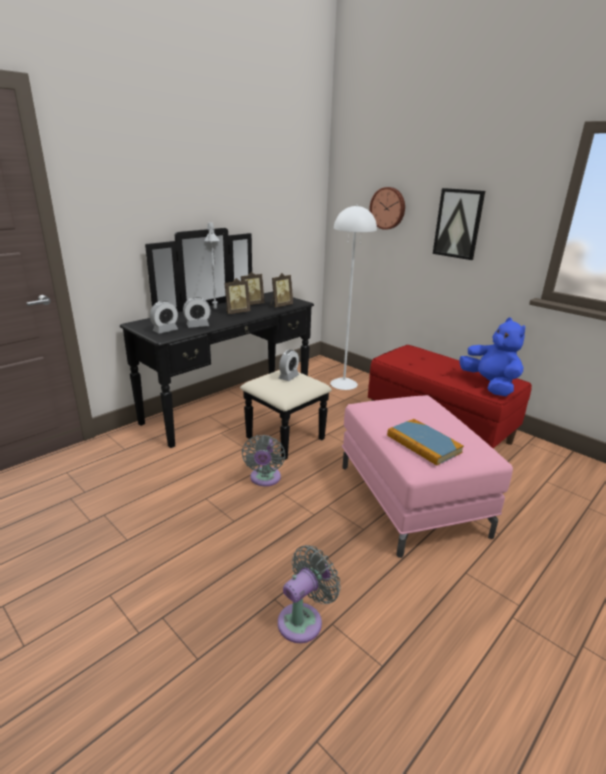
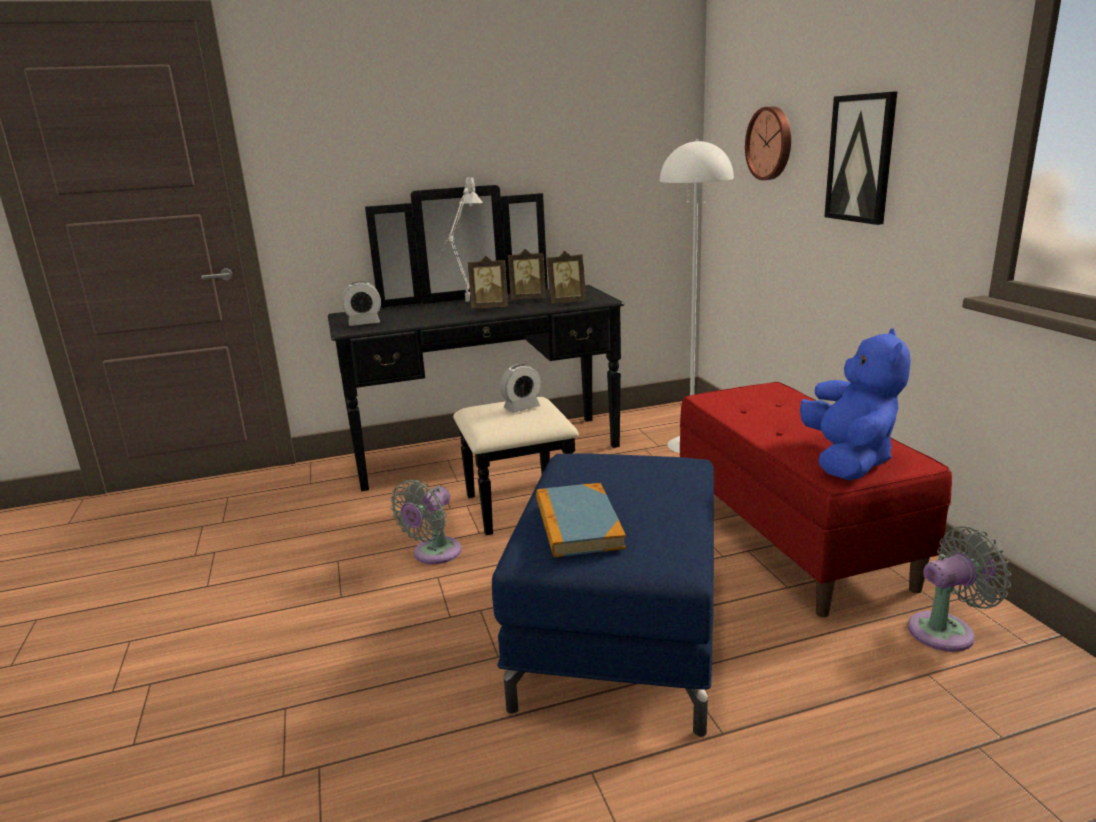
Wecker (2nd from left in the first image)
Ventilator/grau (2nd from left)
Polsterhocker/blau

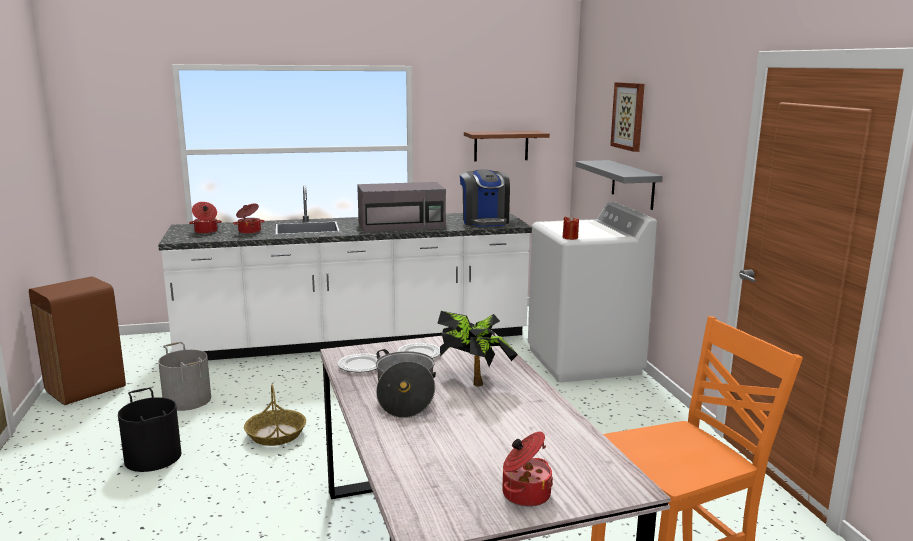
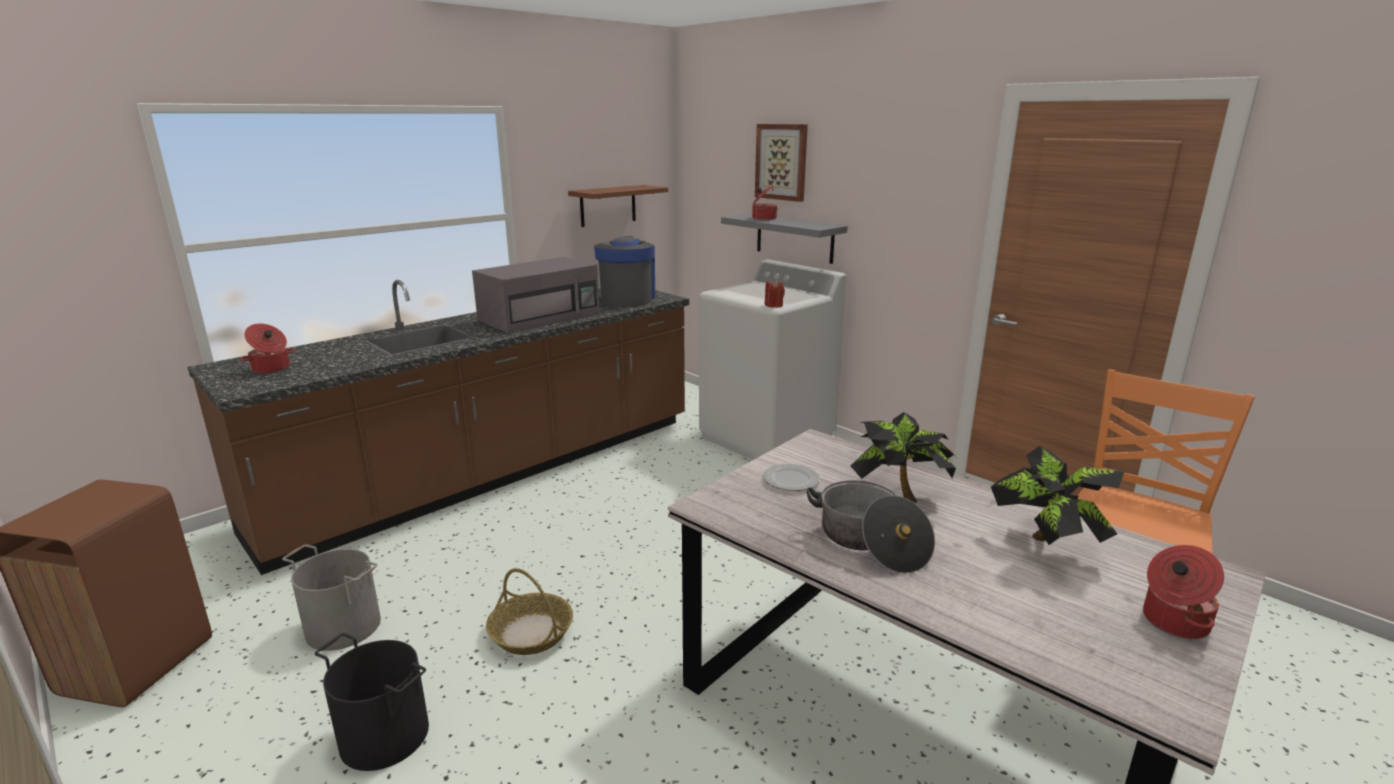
Küchenzeile/braun
Kochtopf (2nd from left)
Teller (1st from left in the first image)
Kaffeemaschine
Topfpflanze (2nd from left)

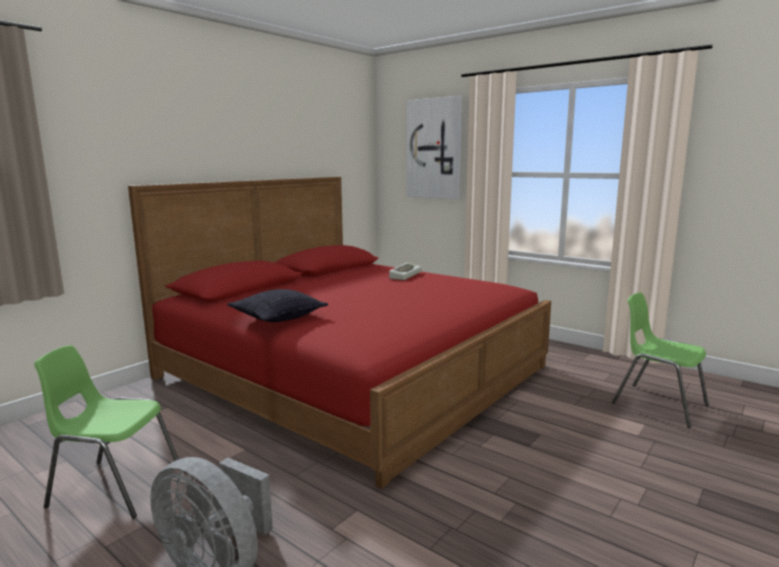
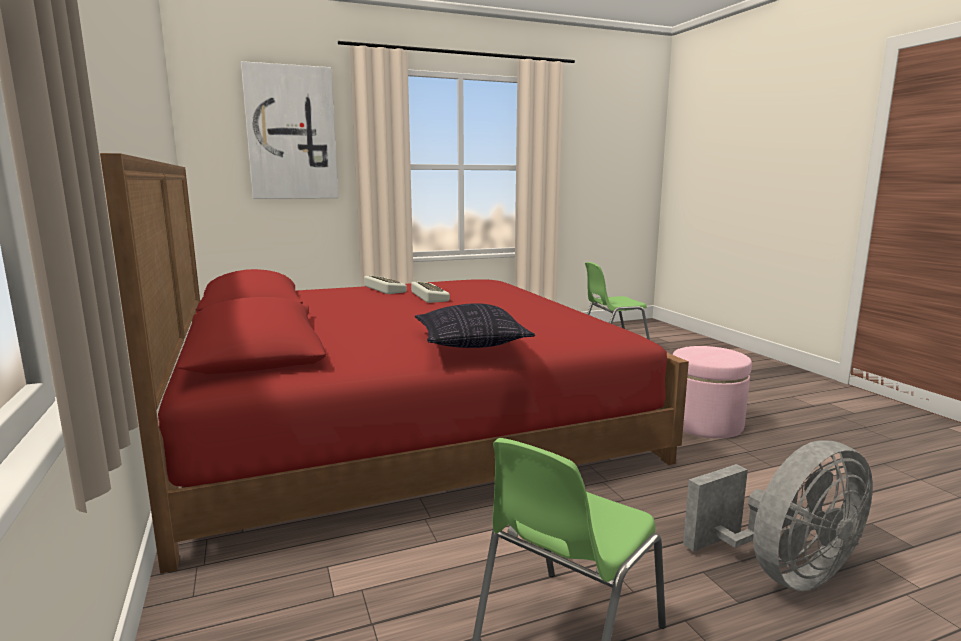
Tastatur (2nd from left)
Polsterhocker/rosa

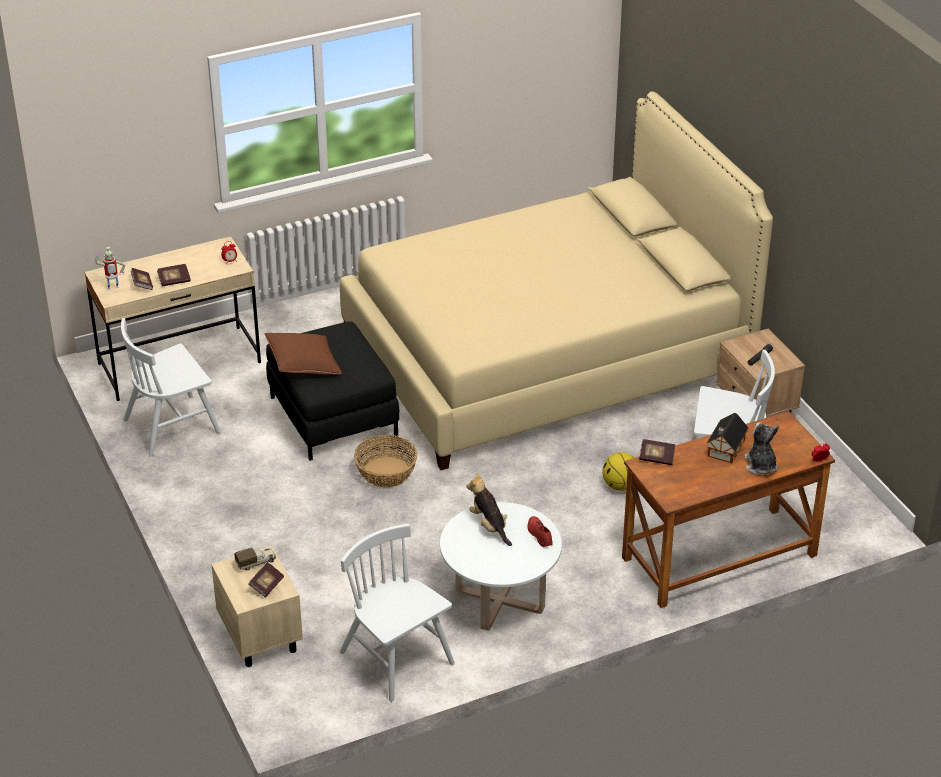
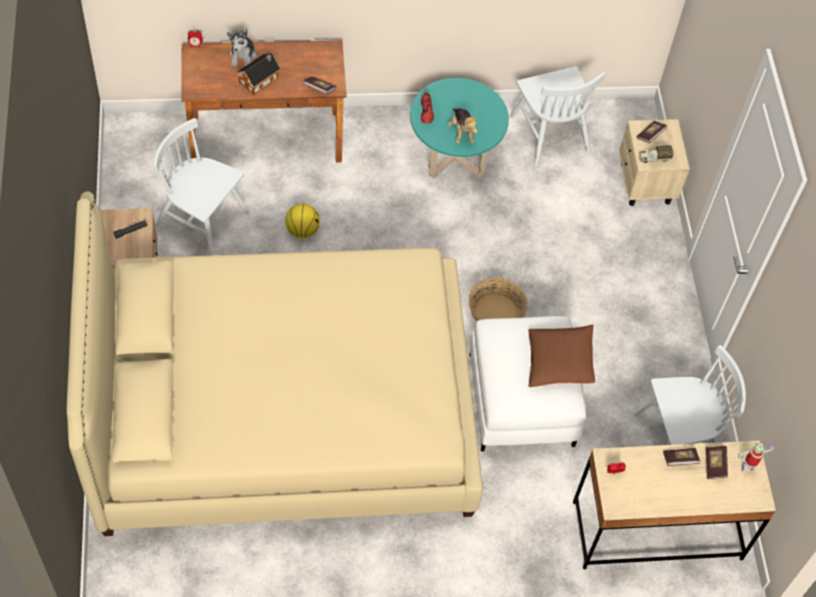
Polsterhocker/weiß
Couchtisch/türkis

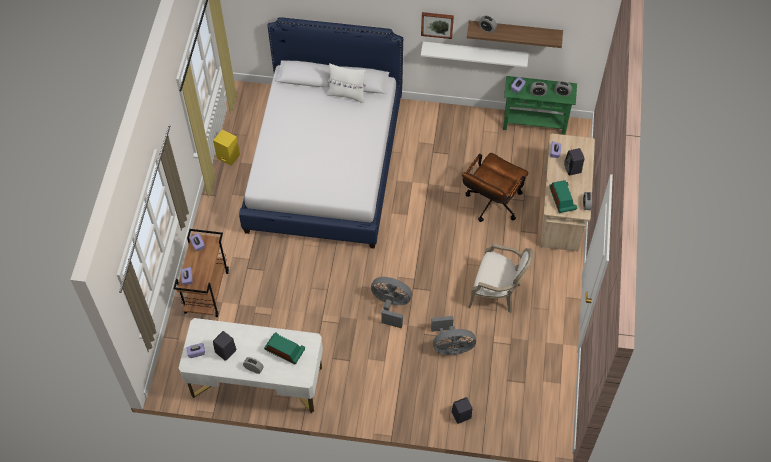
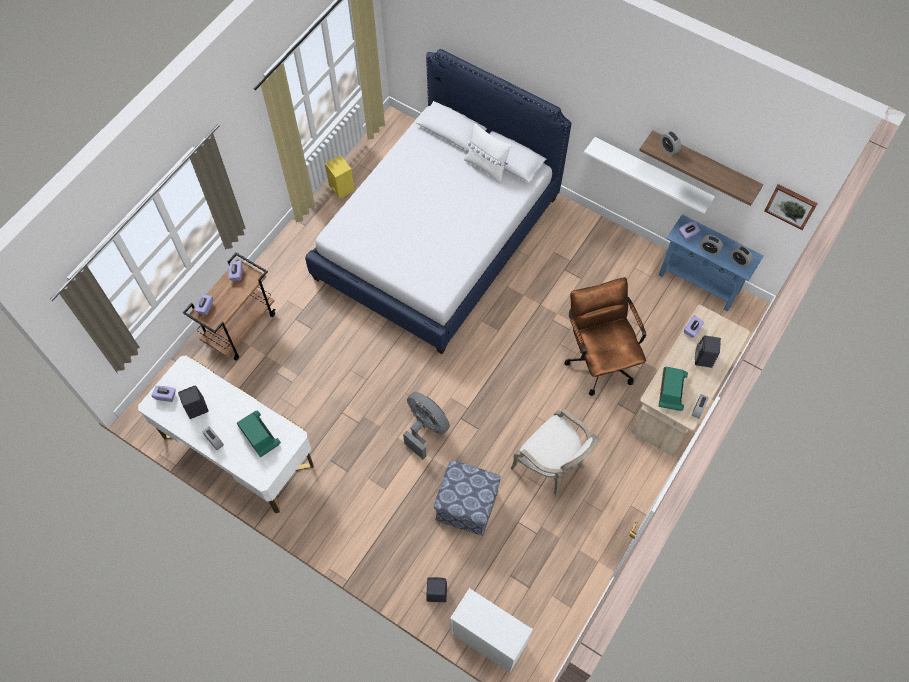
Bild
Polsterhocker
Bürostuhl/braun
Konsolentisch/blau
Kommode/weiß

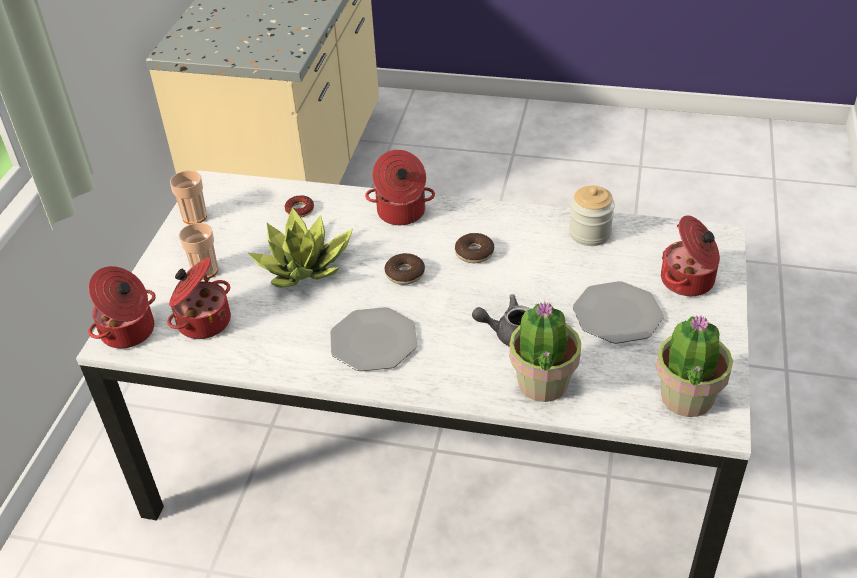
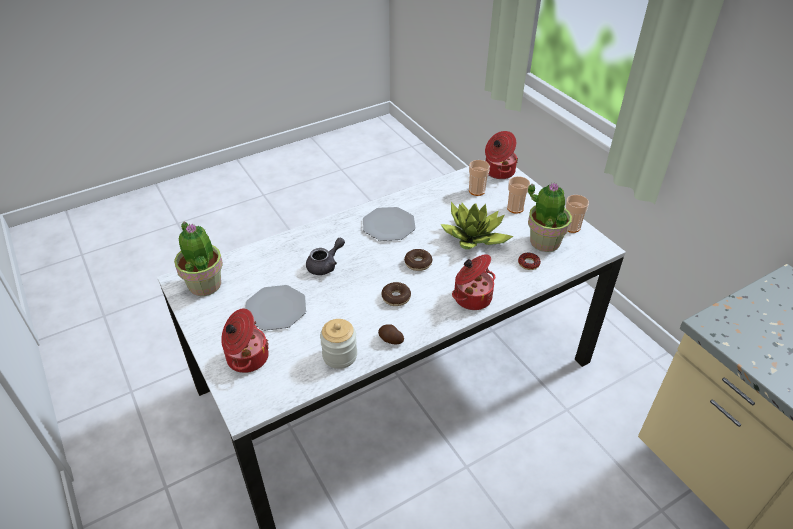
Tasse (1st from left)
Topfpflanze (3rd from left)
Kartoffel

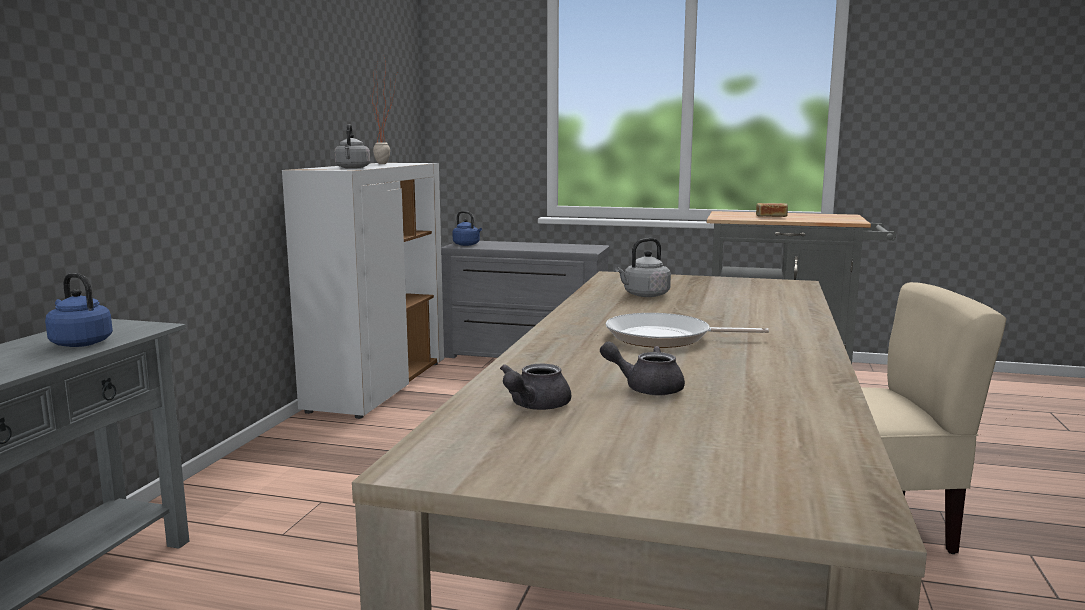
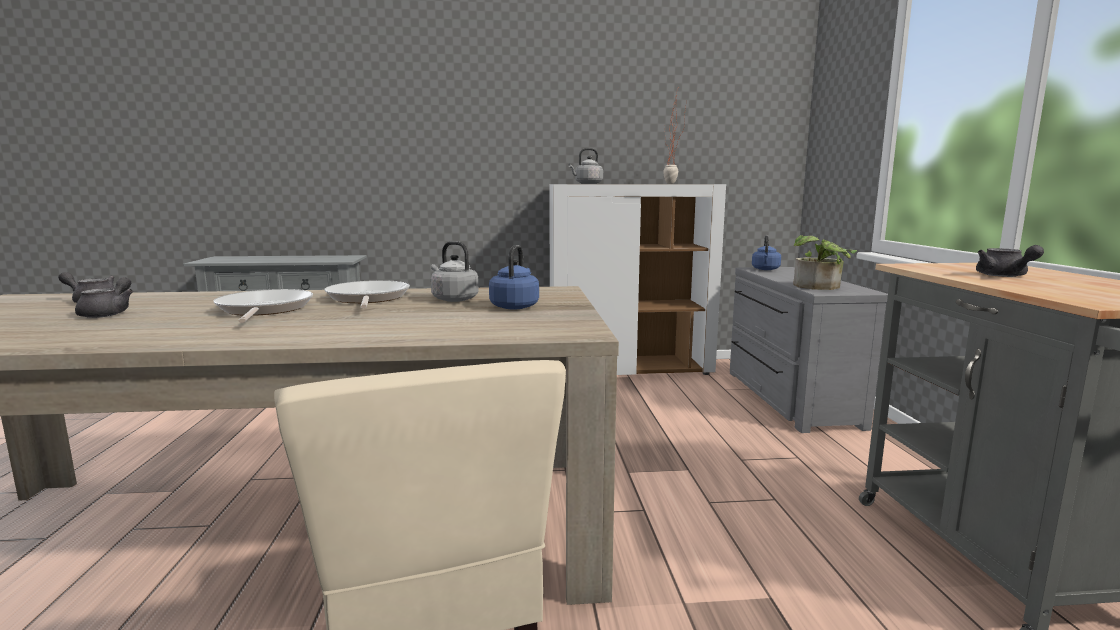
Wasserkessel/blau (1st from left)
Teekanne/grau (3rd from left)
Pfanne (2nd from left)
Topfpflanze (2nd from left)

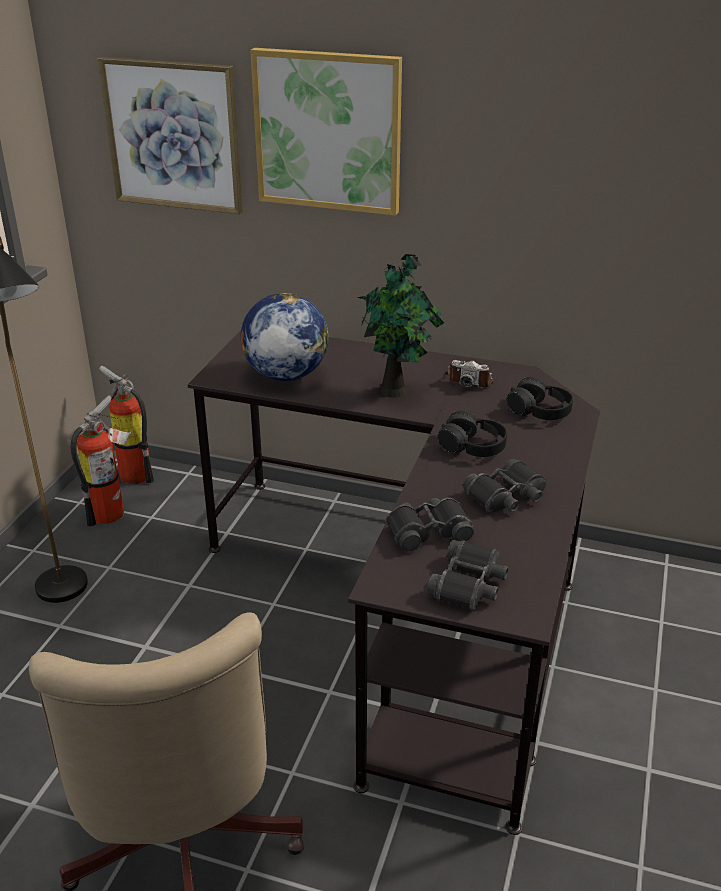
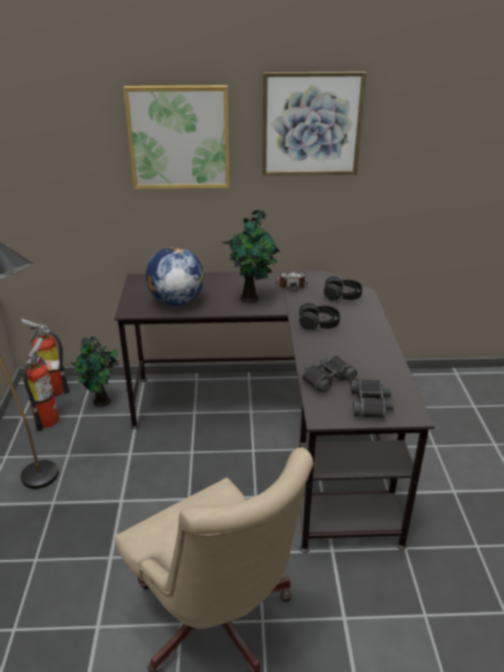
Bild (2nd from left)
Fernglas/schwarz (3rd from left in the first image)
Topfpflanze (1st from left)

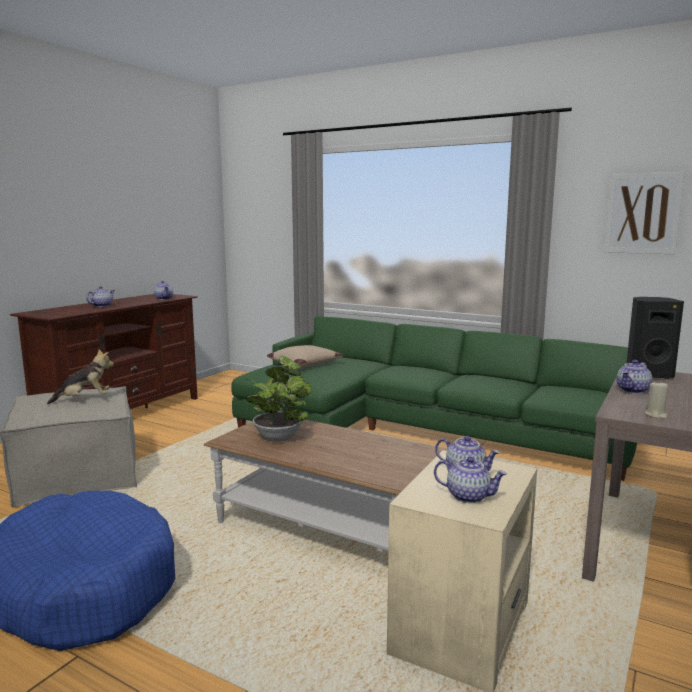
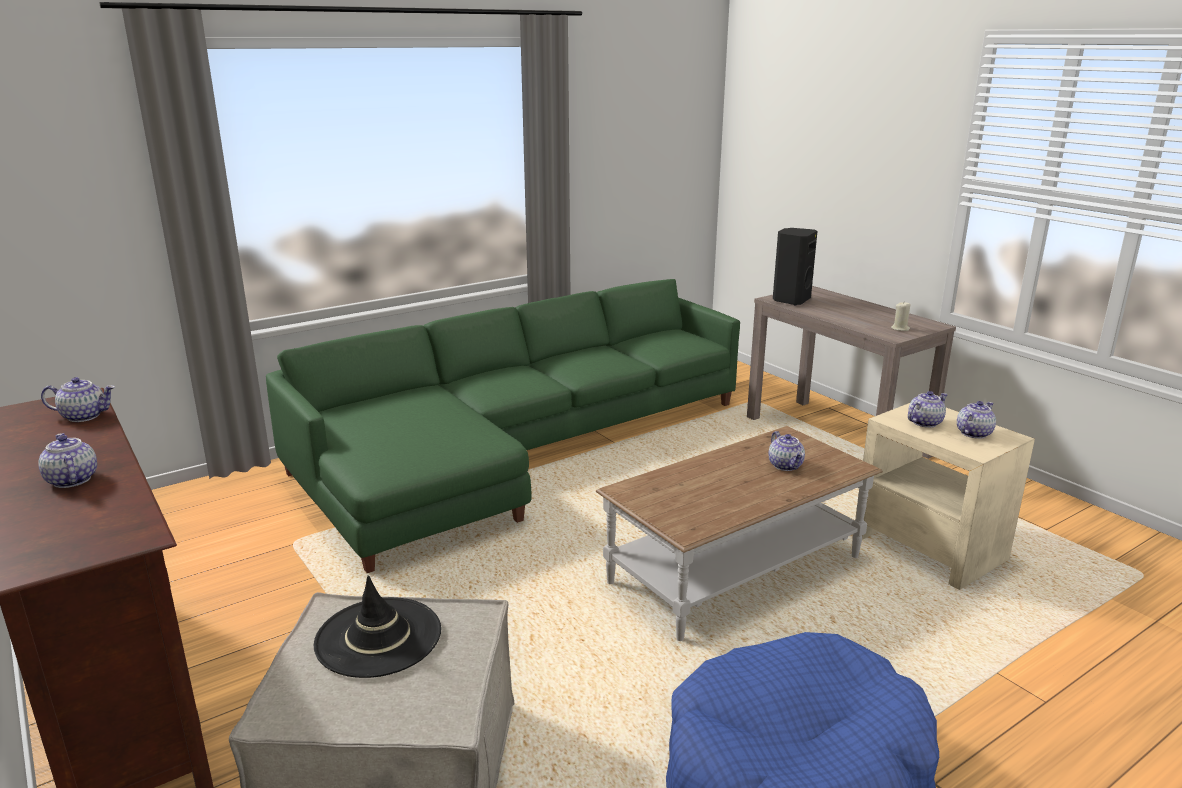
Hut/schwarz
Topfpflanze
Kissen/beige
Bild
Teekanne (3rd from left)

